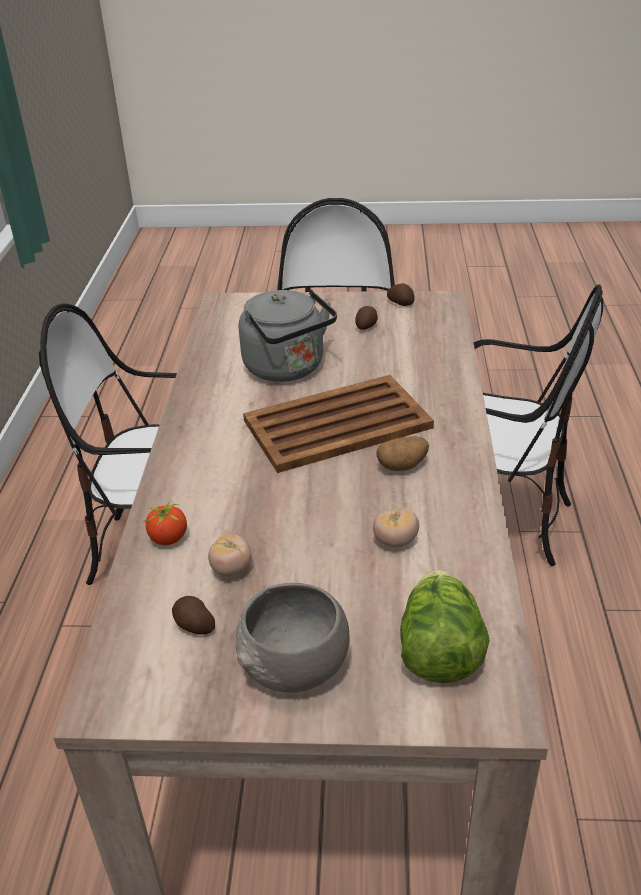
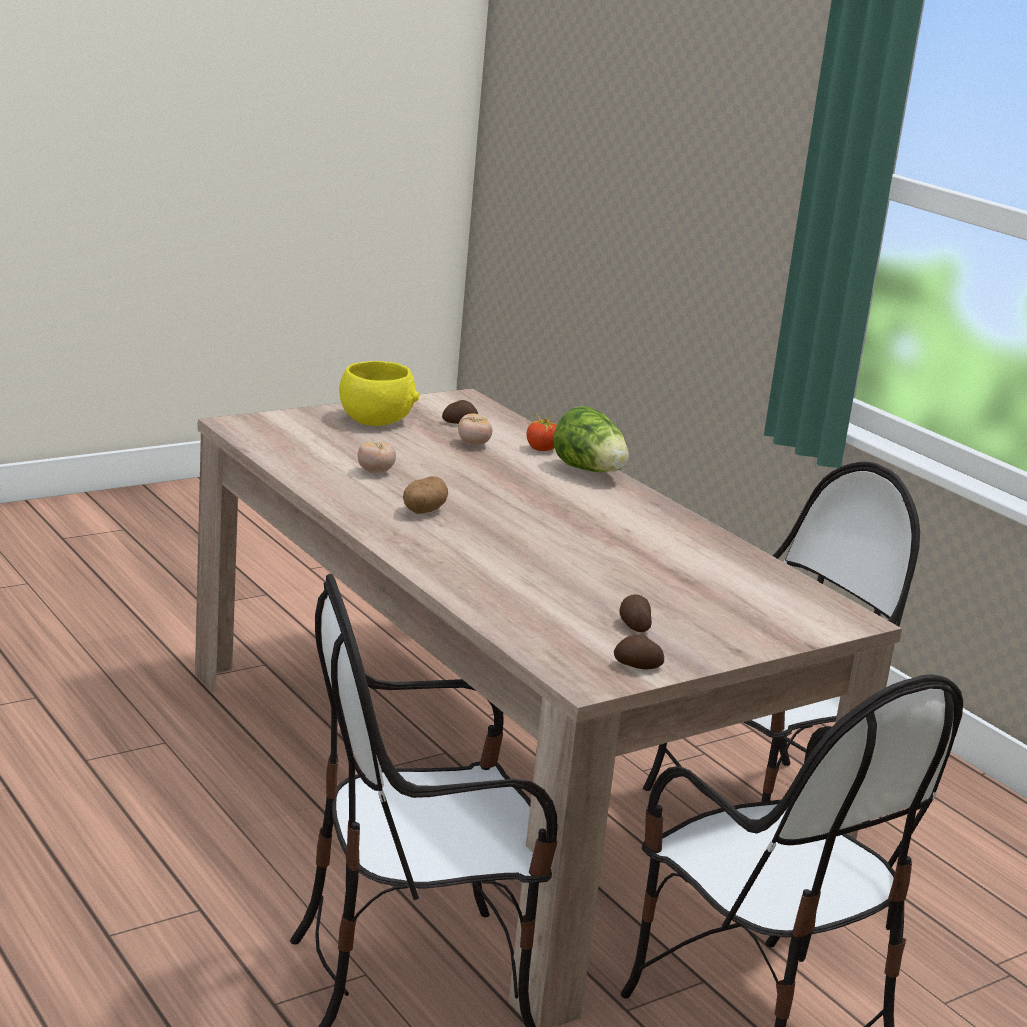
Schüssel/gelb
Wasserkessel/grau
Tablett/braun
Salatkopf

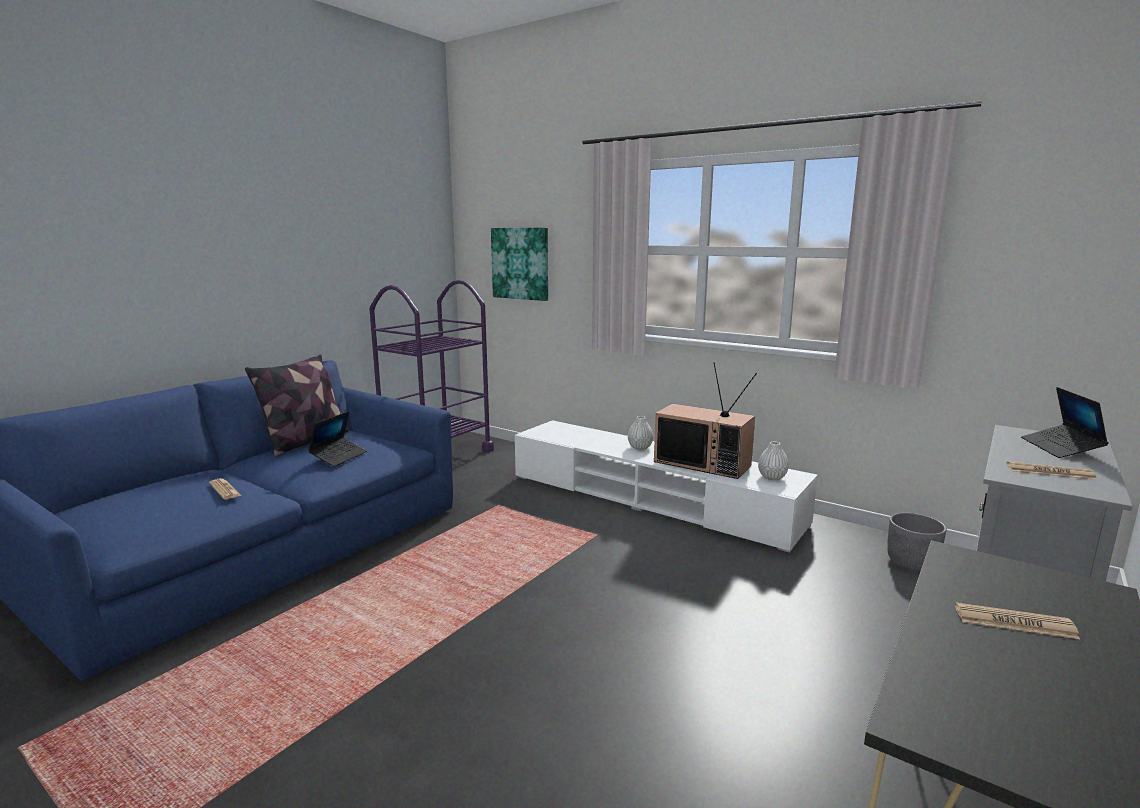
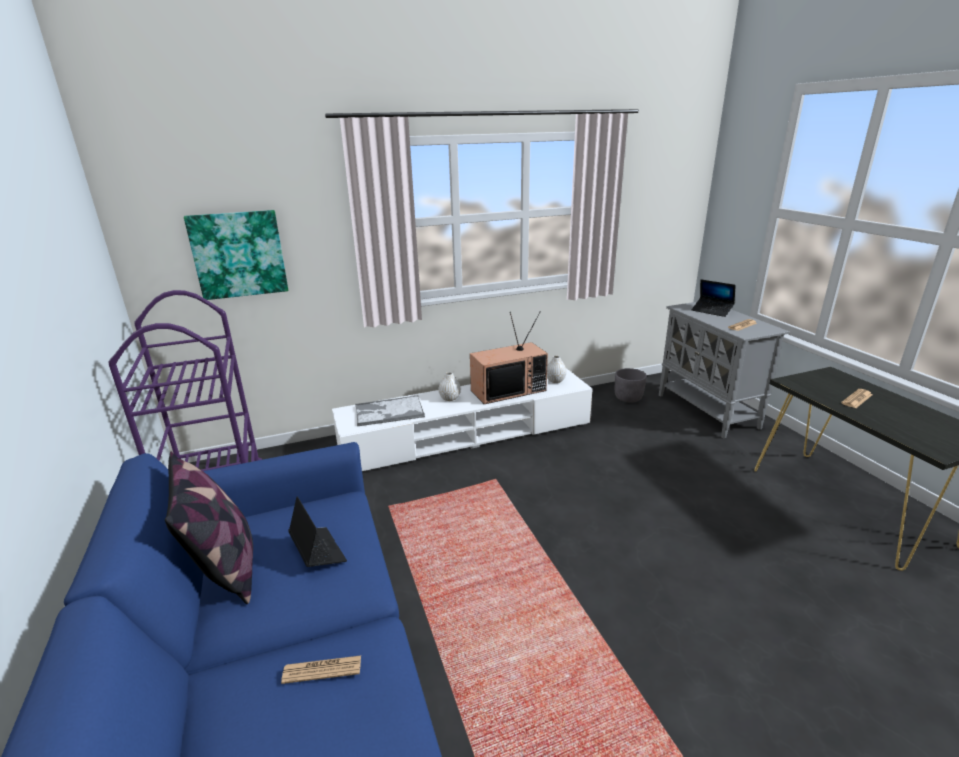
Tablett

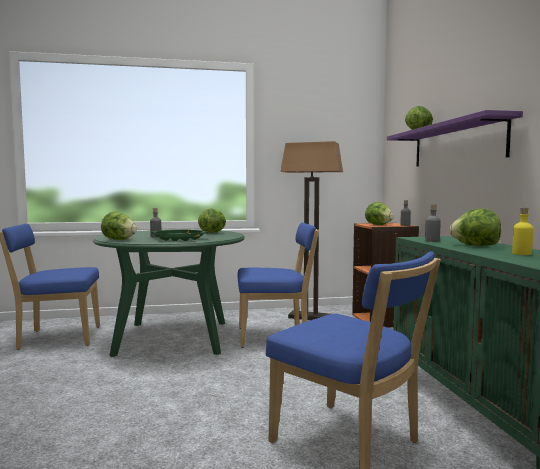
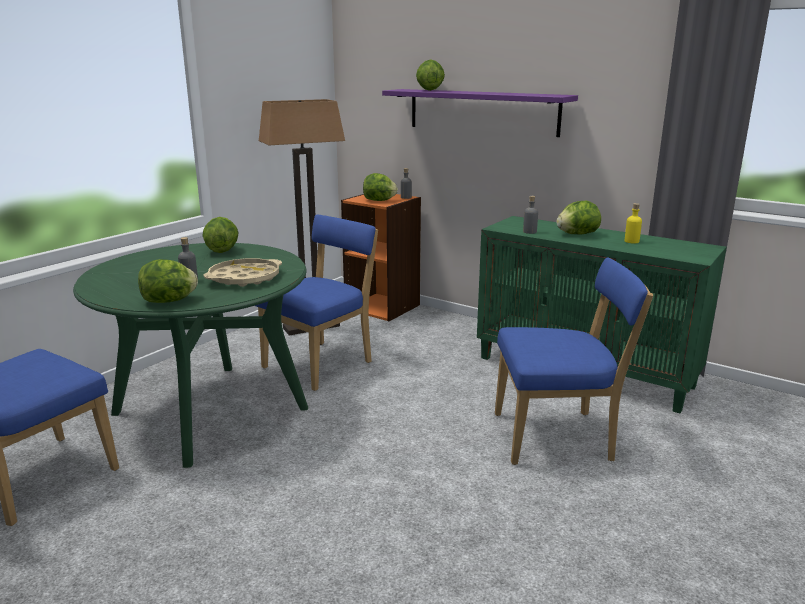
Tablett/beige

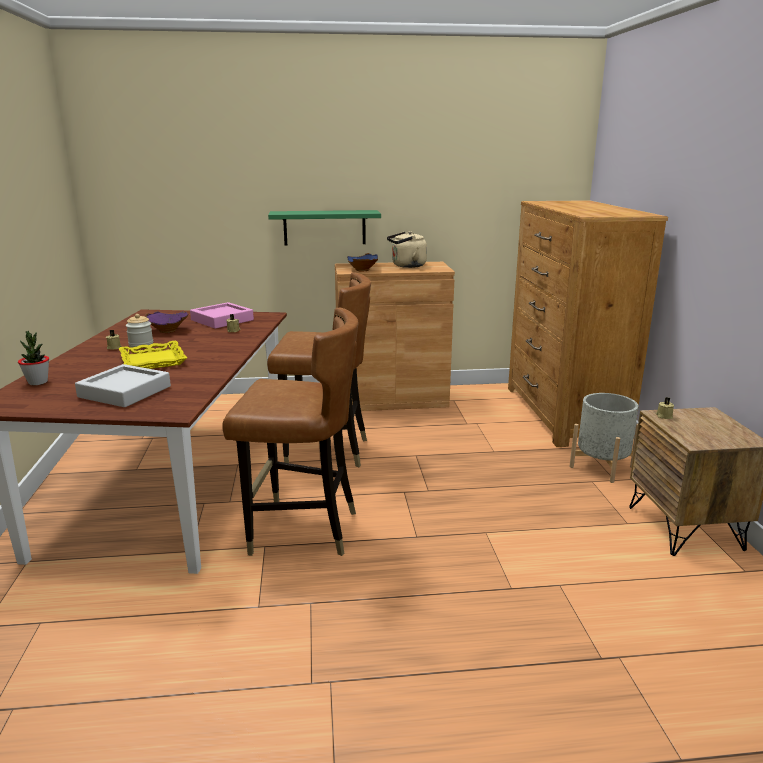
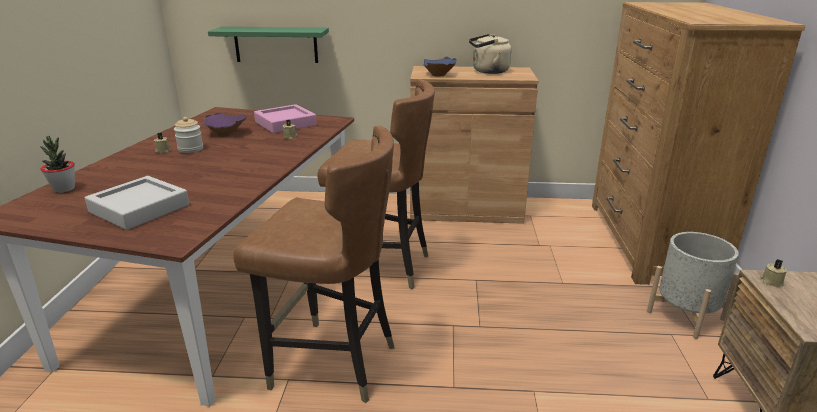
Tablett/gelb
Wandregal/grün

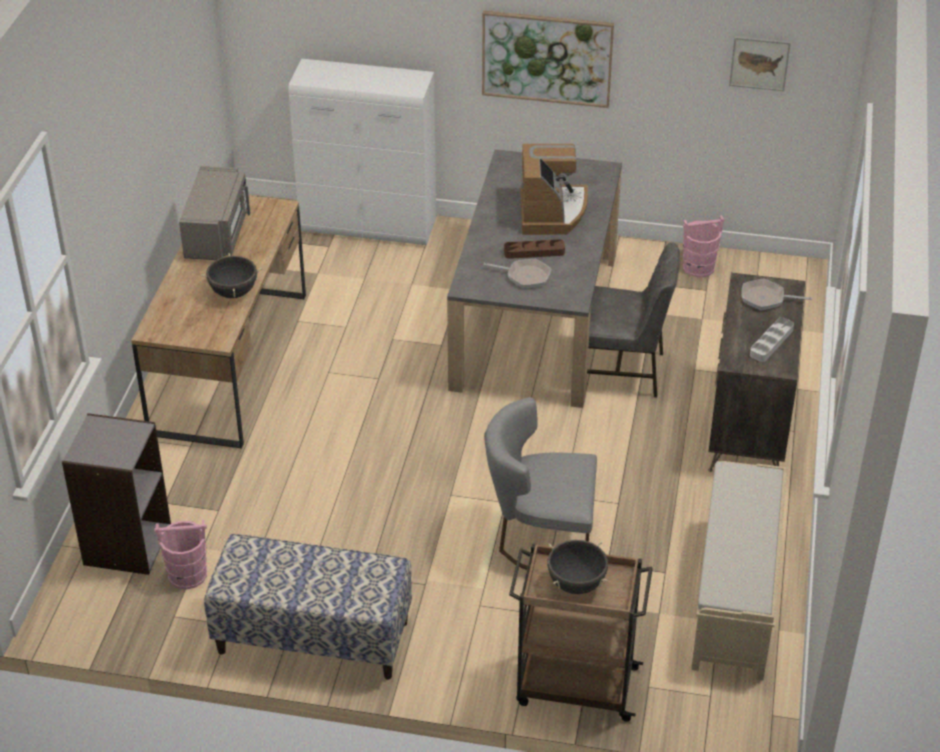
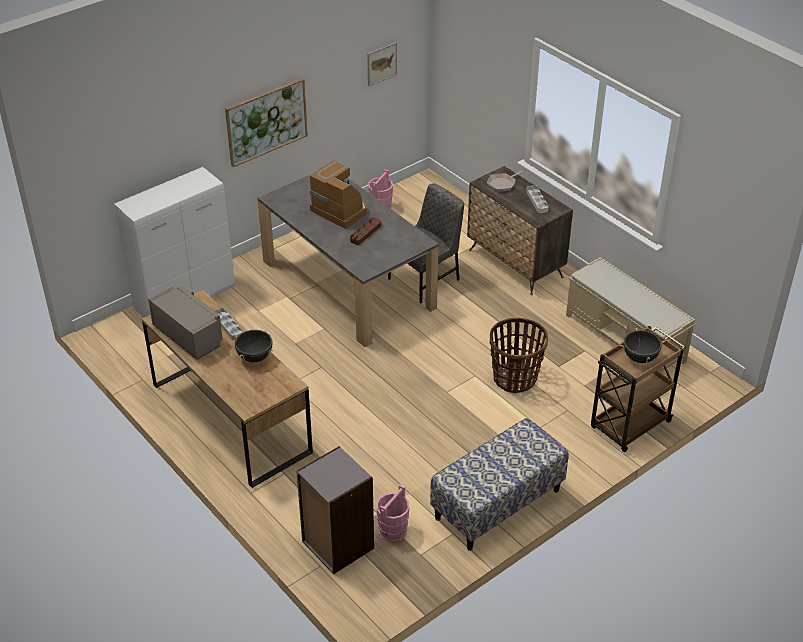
Pfanne (1st from left in the first image)
Korb
Tablett/grau (1st from left)

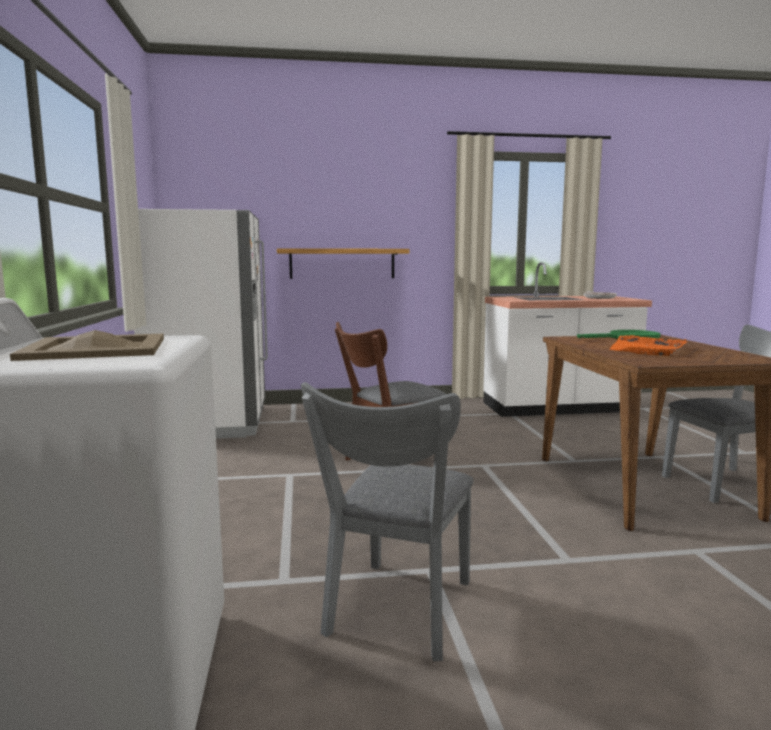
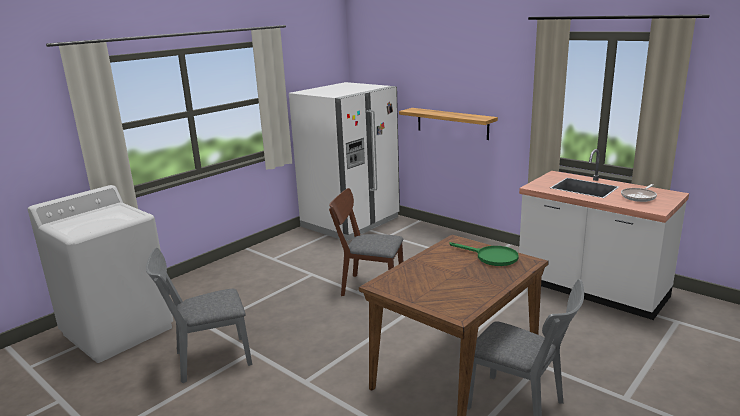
Tablett/beige
Tablett/orange

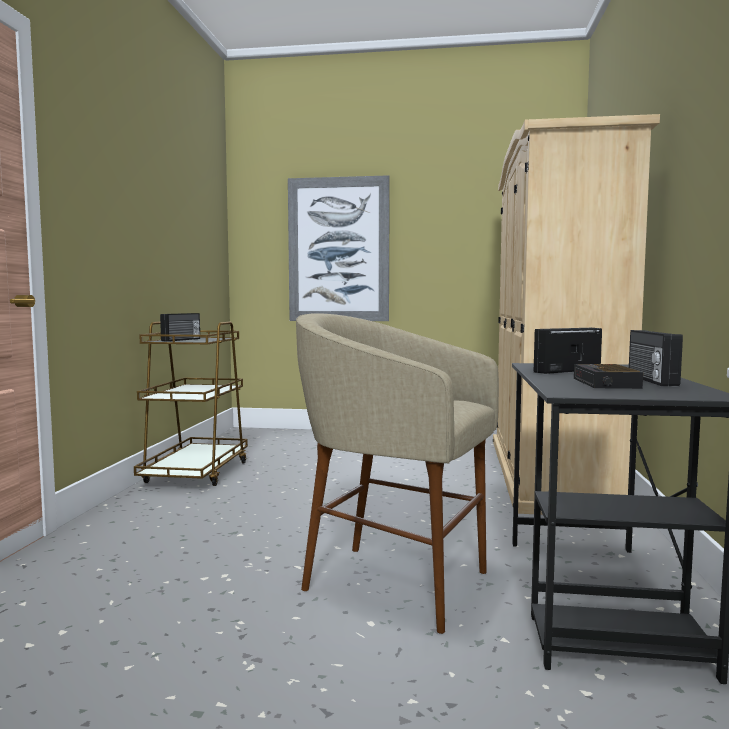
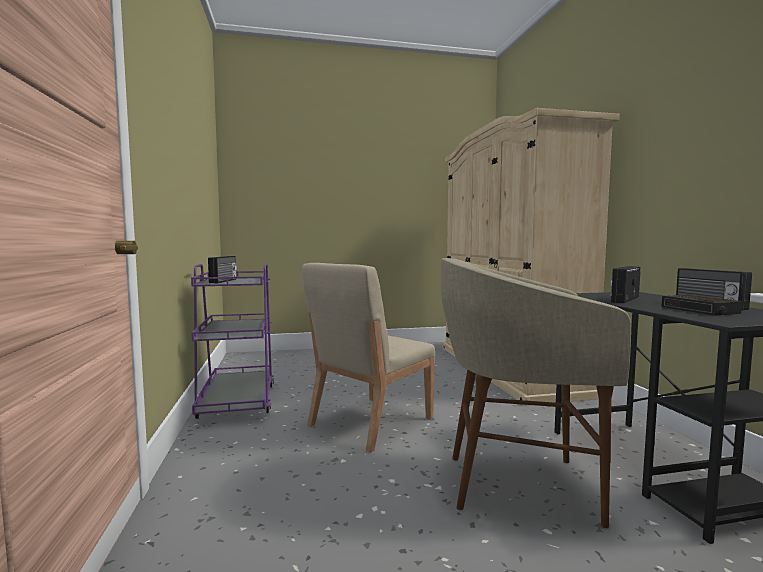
Rollwagen/lila
Bild
Stuhl/beige

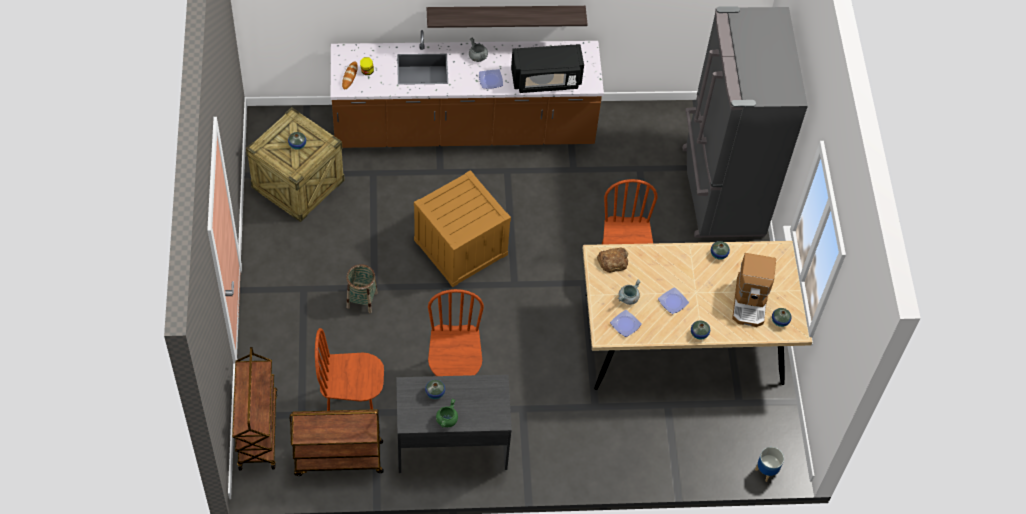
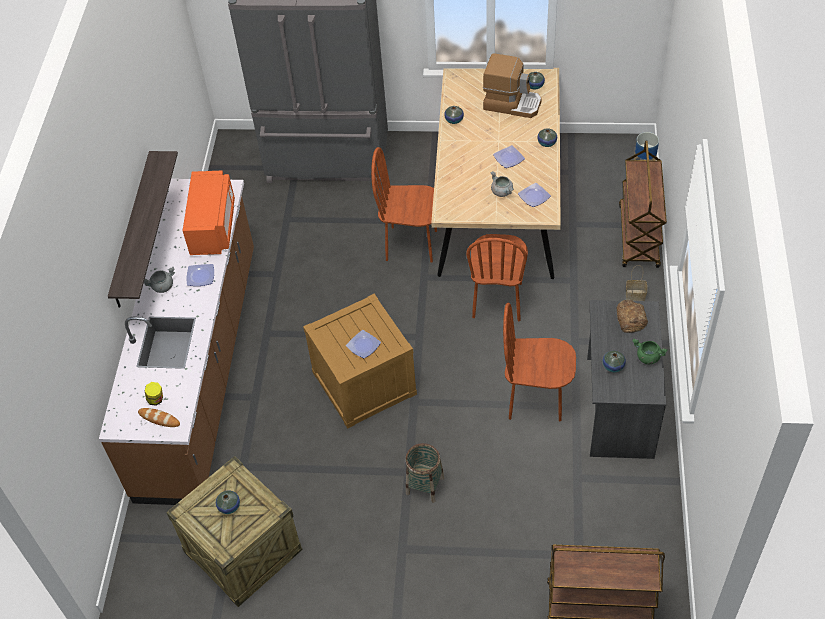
Rollwagen/braun (2nd from left)
Stuhl/braun (2nd from left)
Mikrowelle/orange
Brot (2nd from left)
Teller (2nd from left)
Korb (2nd from left)

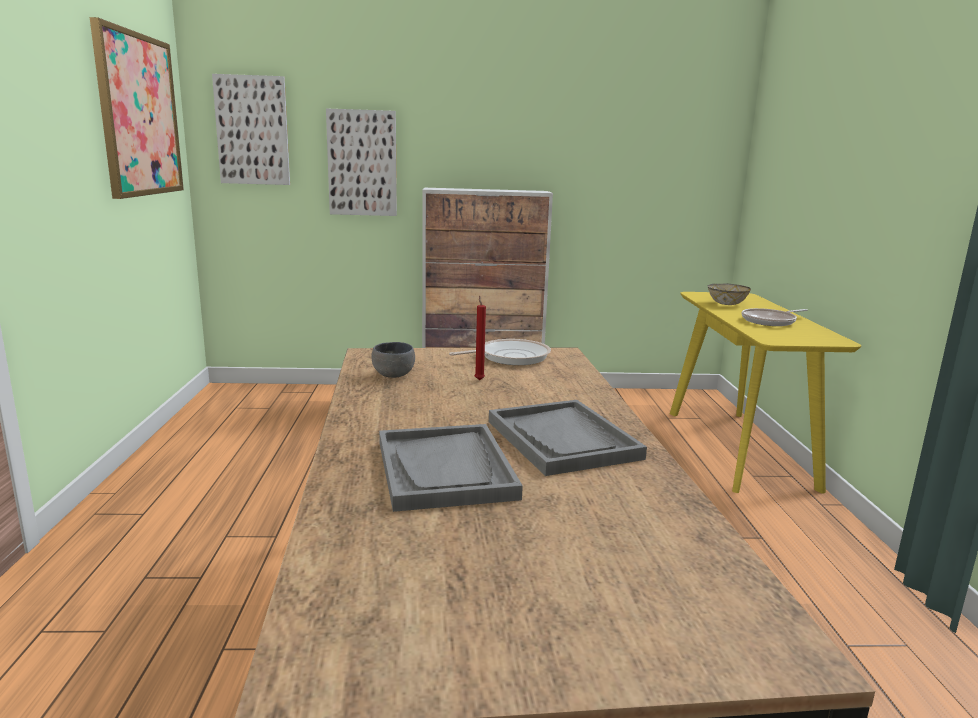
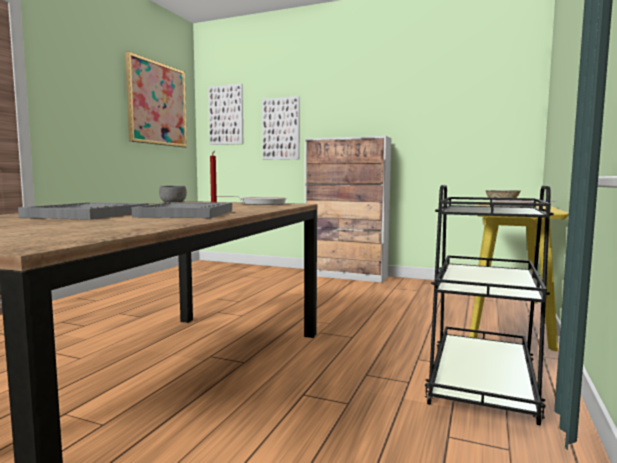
Rollwagen/schwarz

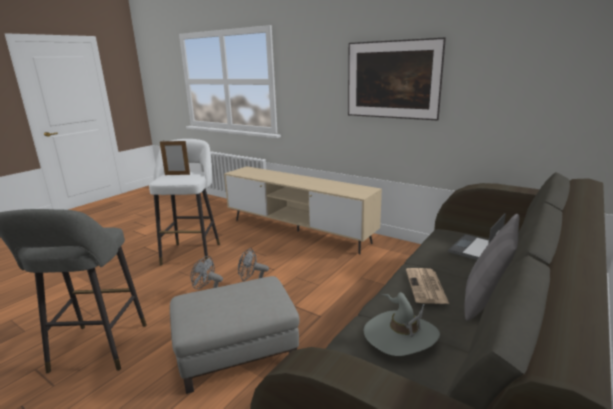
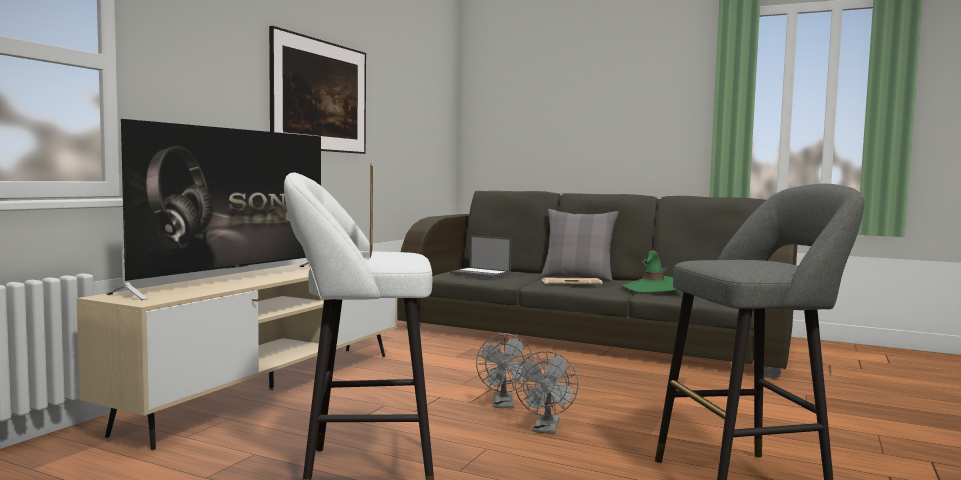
Polsterhocker/grau
Hut/grün
Fernseher

